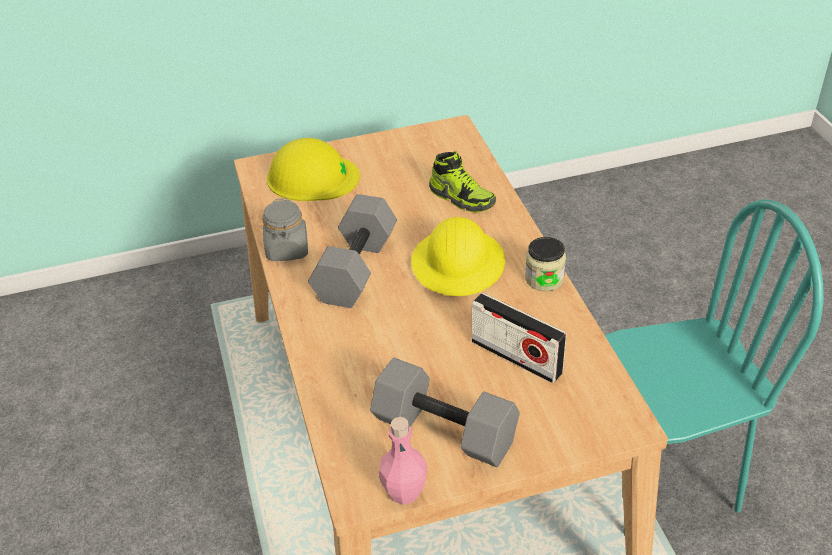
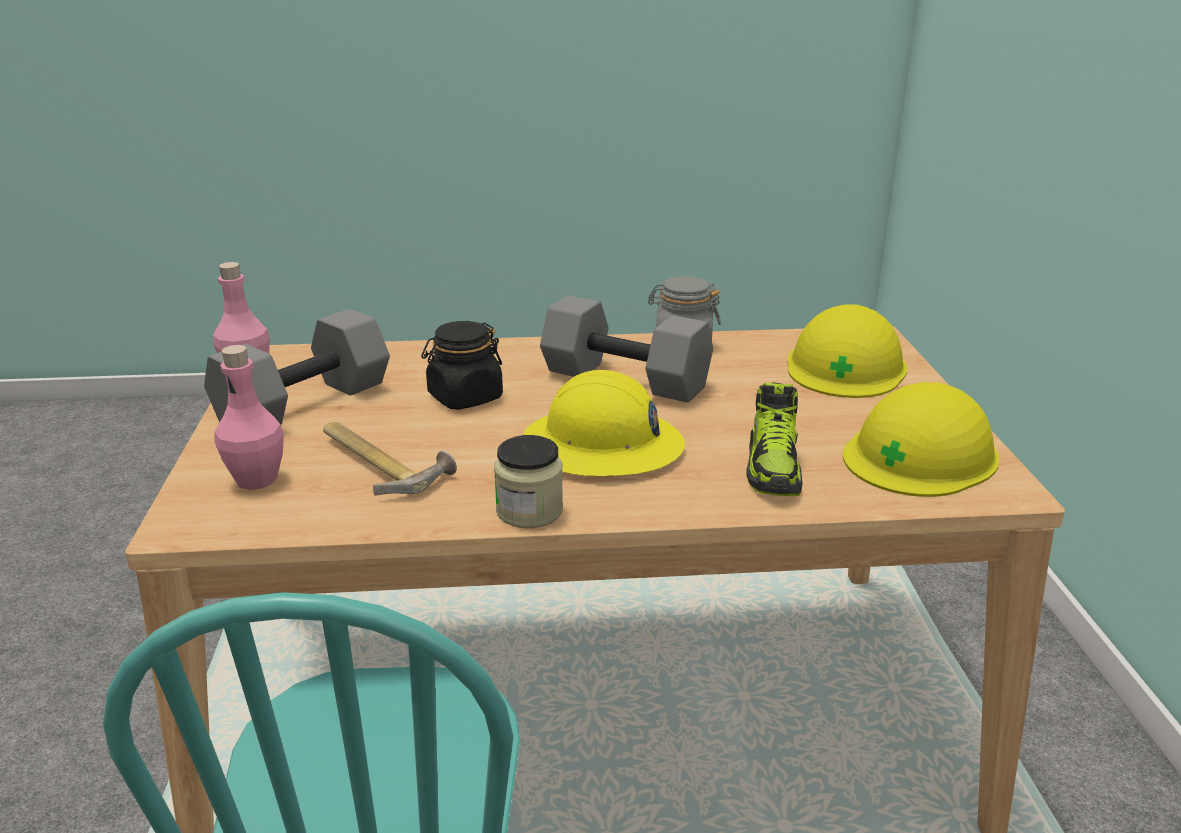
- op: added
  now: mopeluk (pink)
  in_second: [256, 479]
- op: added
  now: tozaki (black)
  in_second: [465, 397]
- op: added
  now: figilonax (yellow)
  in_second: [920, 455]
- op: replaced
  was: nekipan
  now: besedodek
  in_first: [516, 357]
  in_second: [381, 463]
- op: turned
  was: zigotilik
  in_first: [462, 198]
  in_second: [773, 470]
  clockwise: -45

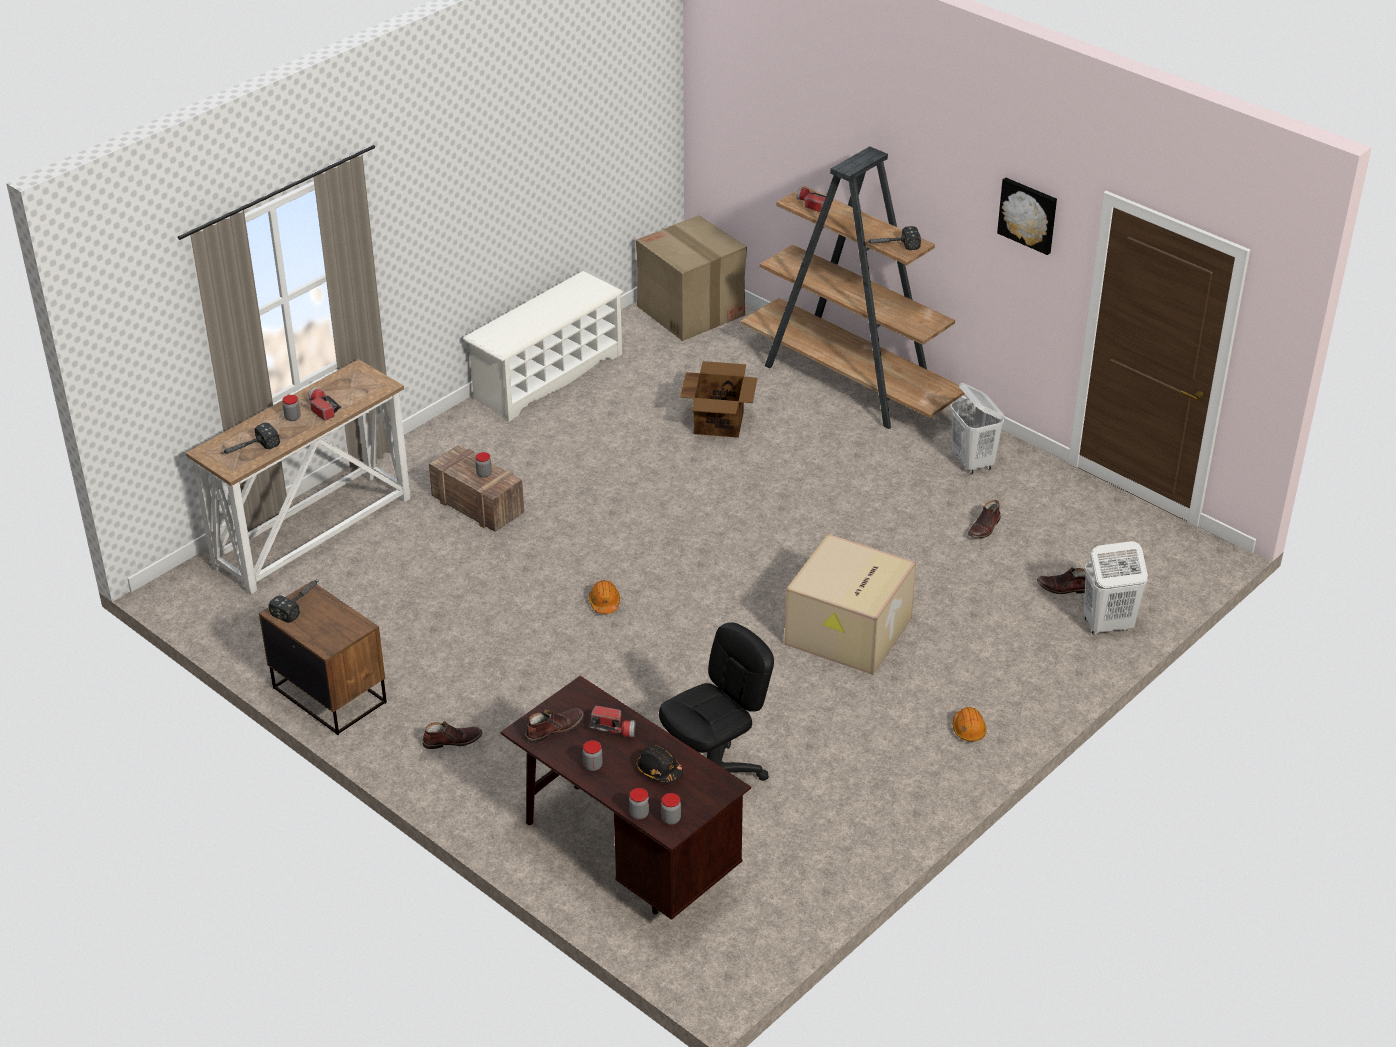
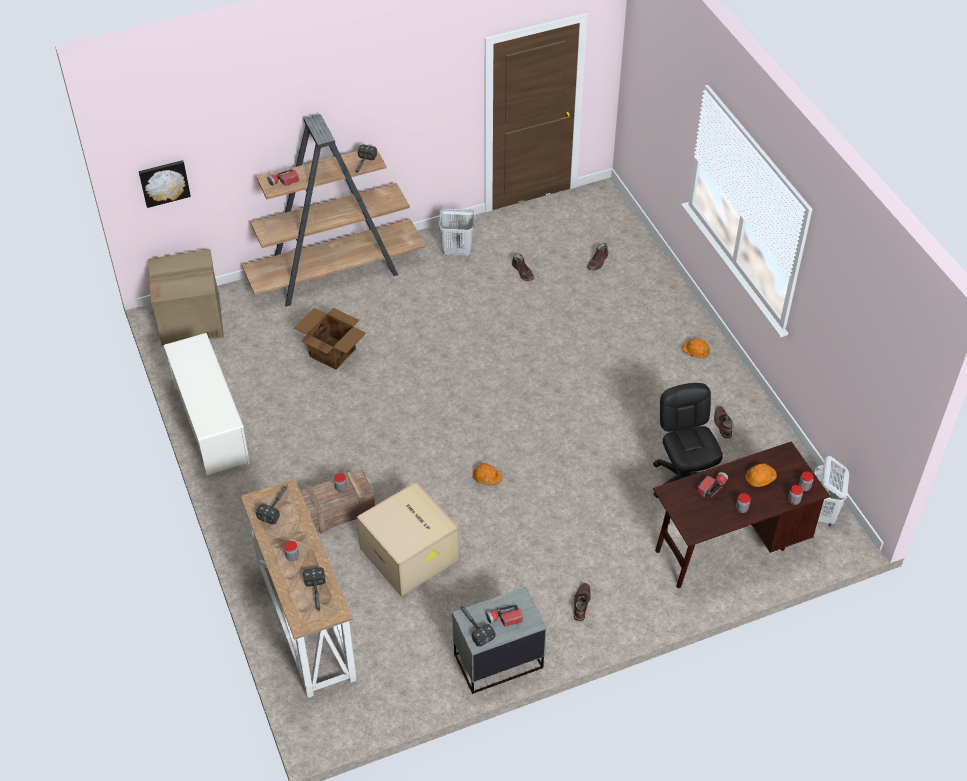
- op: added
  now: besedodek
  in_second: [276, 505]
- op: moved
  was: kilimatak
  in_first: [322, 409]
  in_second: [504, 619]
- op: moved
  was: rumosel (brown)
  in_first: [554, 729]
  in_second: [722, 424]
- op: moved
  was: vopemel
  in_first: [849, 632]
  in_second: [411, 554]
- op: moved
  was: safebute
  in_first: [1028, 215]
  in_second: [164, 182]
- op: moved
  was: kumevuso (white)
  in_first: [1107, 625]
  in_second: [822, 513]
- op: recoloured
  was: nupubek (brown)
  now: nupubek (grey)
  in_first: [330, 694]
  in_second: [497, 661]
- op: recoloured
  was: figilonax (black)
  now: figilonax (orange)
  in_first: [659, 770]
  in_second: [760, 478]

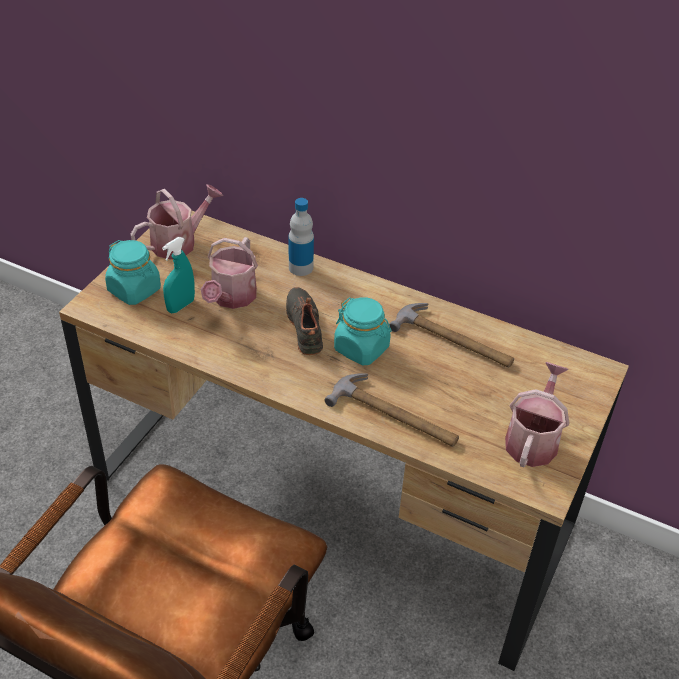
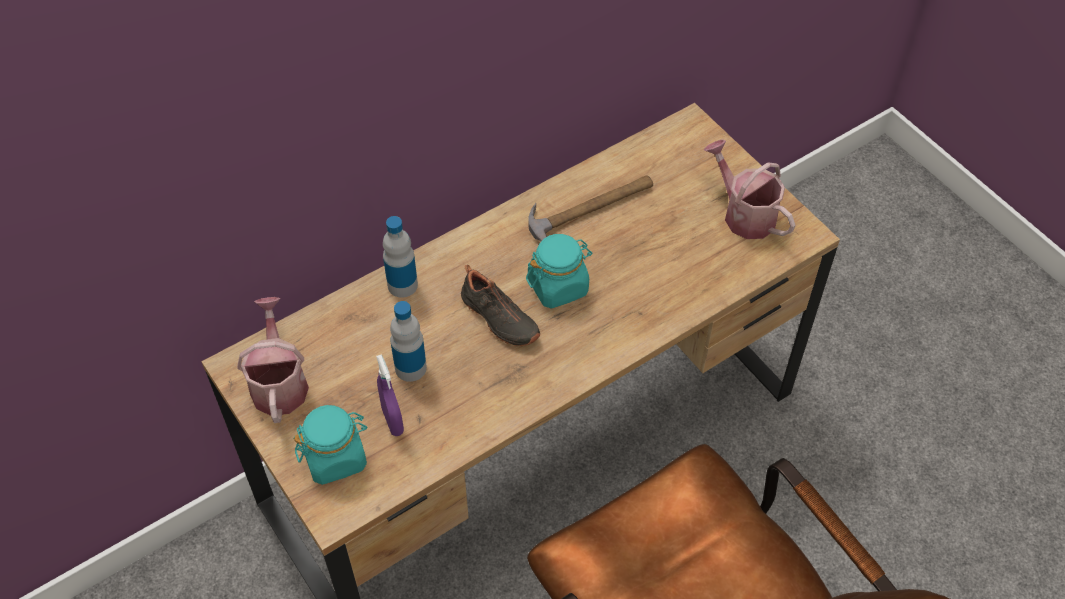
- op: removed
  was: besedodek
  in_first: [395, 416]
- op: replaced
  was: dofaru
  now: mopeluk
  in_first: [231, 298]
  in_second: [410, 368]
- op: recoloured
  was: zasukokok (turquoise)
  now: zasukokok (purple)
  in_first: [180, 306]
  in_second: [393, 421]
- op: turned
  was: zigotilik (black)
  in_first: [306, 326]
  in_second: [498, 319]
  clockwise: -150

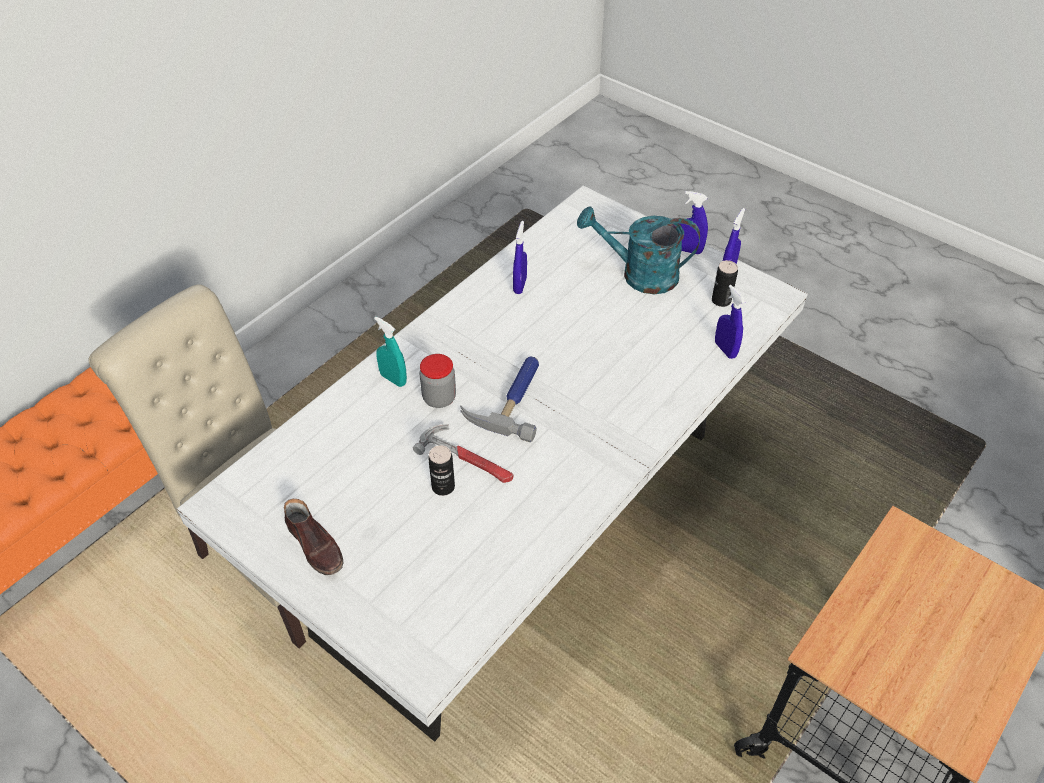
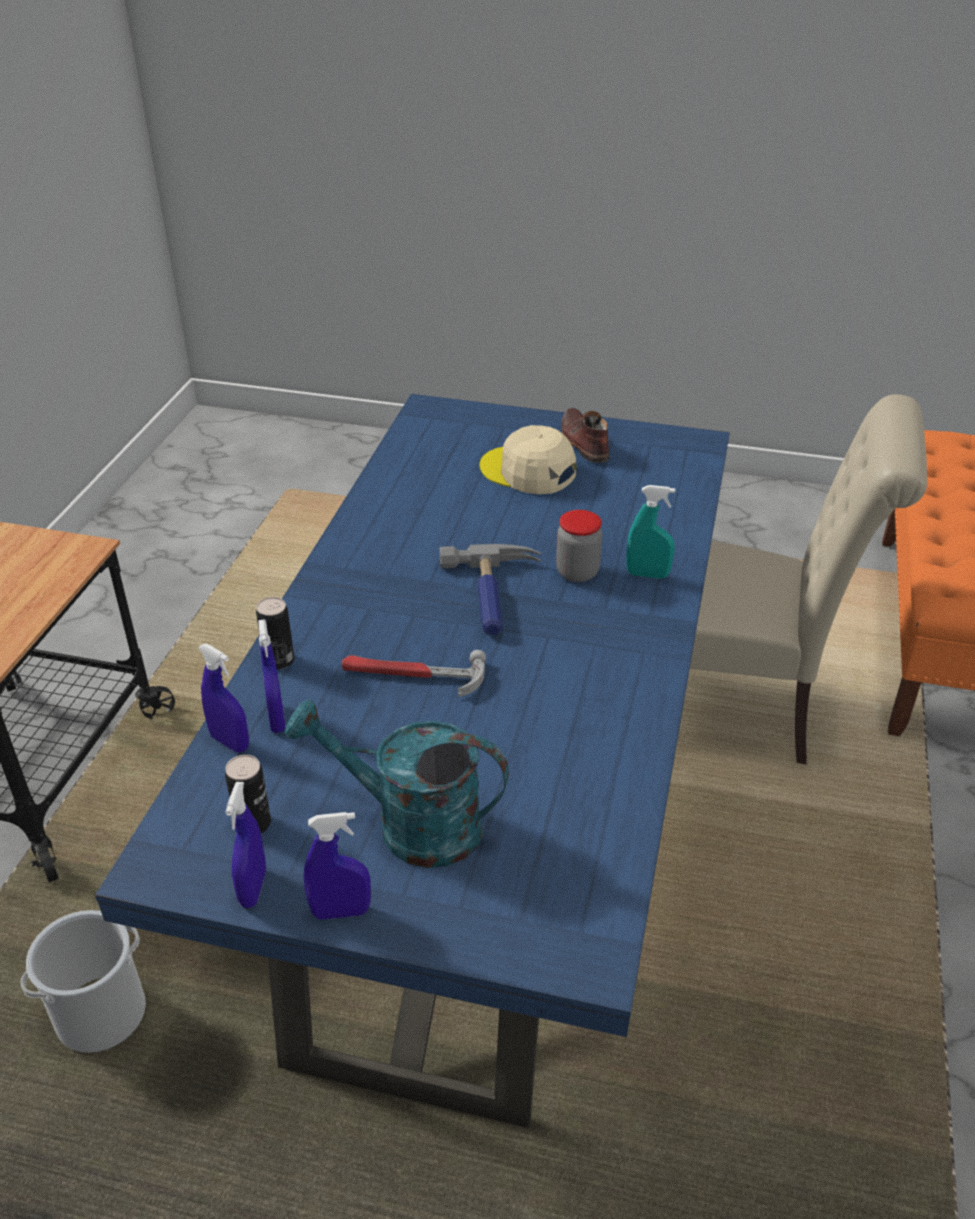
- op: added
  now: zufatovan
  in_second: [101, 1014]
- op: added
  now: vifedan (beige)
  in_second: [528, 471]
- op: moved
  was: besedodek
  in_first: [467, 459]
  in_second: [412, 676]
- op: moved
  was: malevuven
  in_first: [443, 487]
  in_second: [279, 660]
- op: moved
  was: zasukokok (blue)
  in_first: [520, 285]
  in_second: [277, 719]
- op: recoloured
  was: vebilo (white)
  now: vebilo (blue)
  in_first: [522, 528]
  in_second: [488, 832]
- op: turned
  was: zigotilik (brown)
  in_first: [316, 545]
  in_second: [583, 442]
  clockwise: 45
- op: turned
  was: dofaru (turquoise)
  in_first: [639, 275]
  in_second: [410, 825]
  clockwise: -150

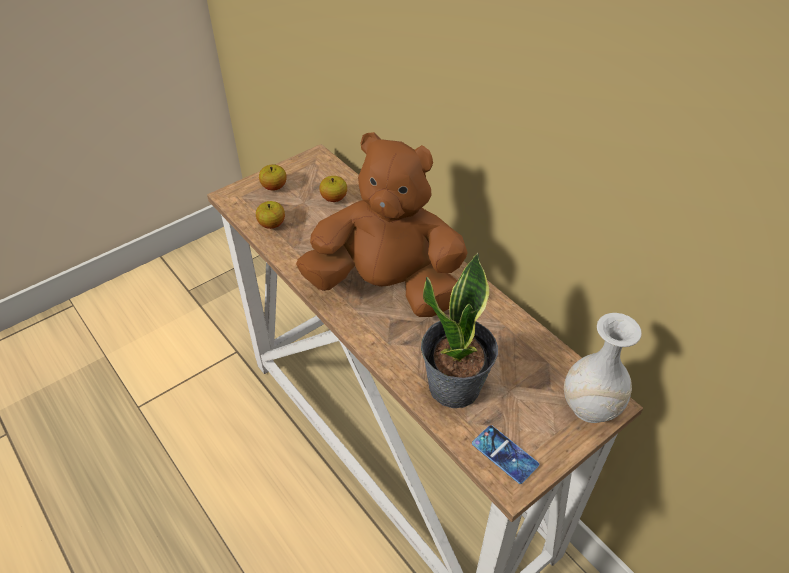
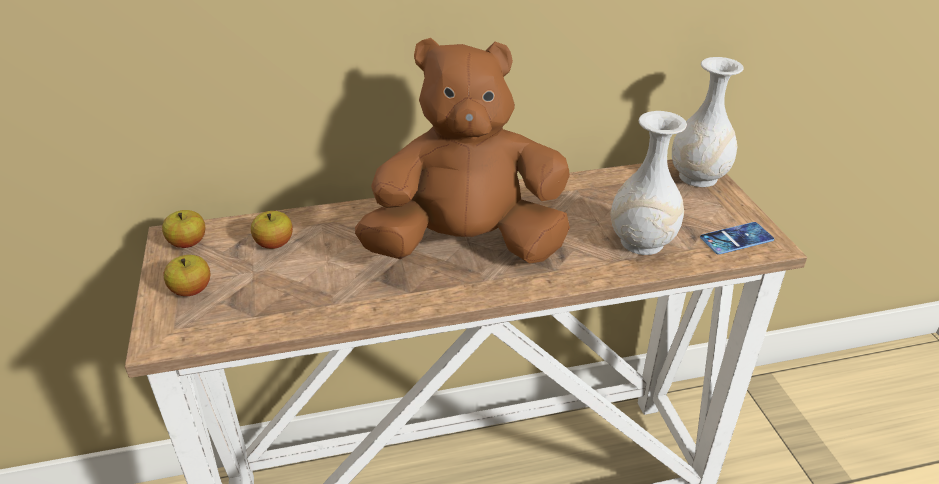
- op: moved
  was: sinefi
  in_first: [272, 224]
  in_second: [188, 243]
- op: replaced
  was: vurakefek
  now: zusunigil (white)
  in_first: [455, 387]
  in_second: [641, 242]
- op: turned
  was: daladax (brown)
  in_first: [387, 286]
  in_second: [467, 246]
  clockwise: 45

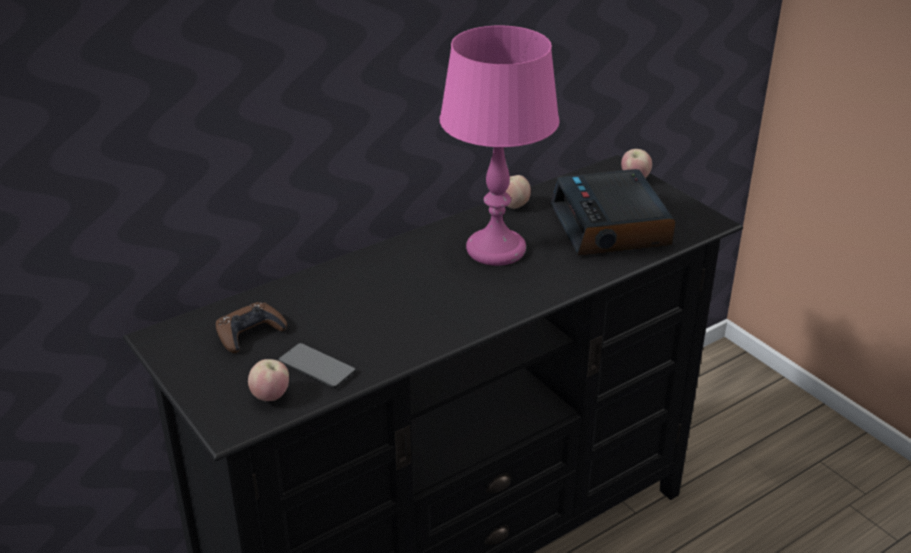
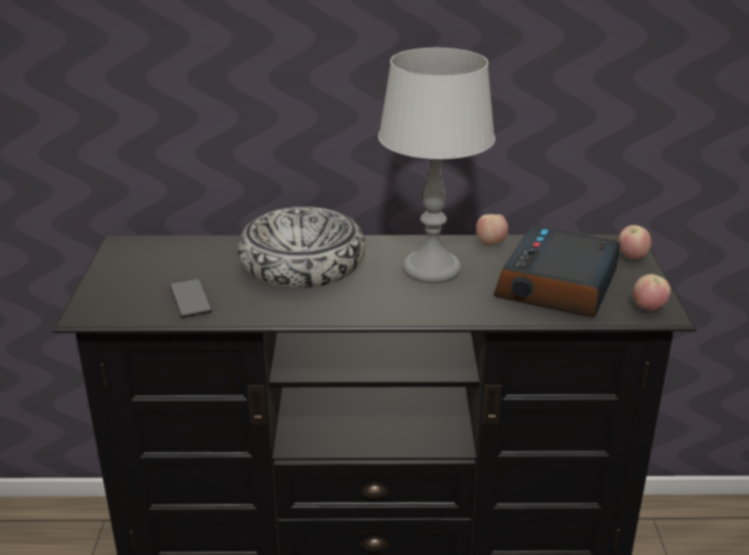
- op: removed
  was: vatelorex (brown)
  in_first: [250, 333]
- op: added
  now: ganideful
  in_second: [302, 265]
- op: moved
  was: sinefi
  in_first: [270, 397]
  in_second: [648, 308]
- op: recoloured
  was: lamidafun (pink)
  now: lamidafun (grey)
  in_first: [496, 250]
  in_second: [432, 270]

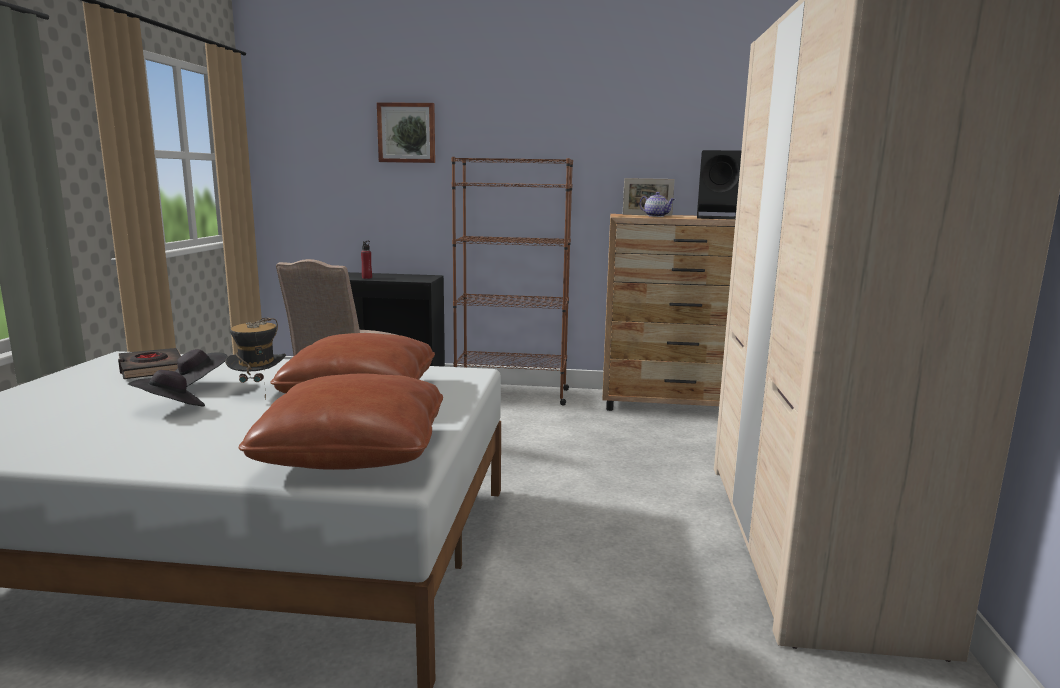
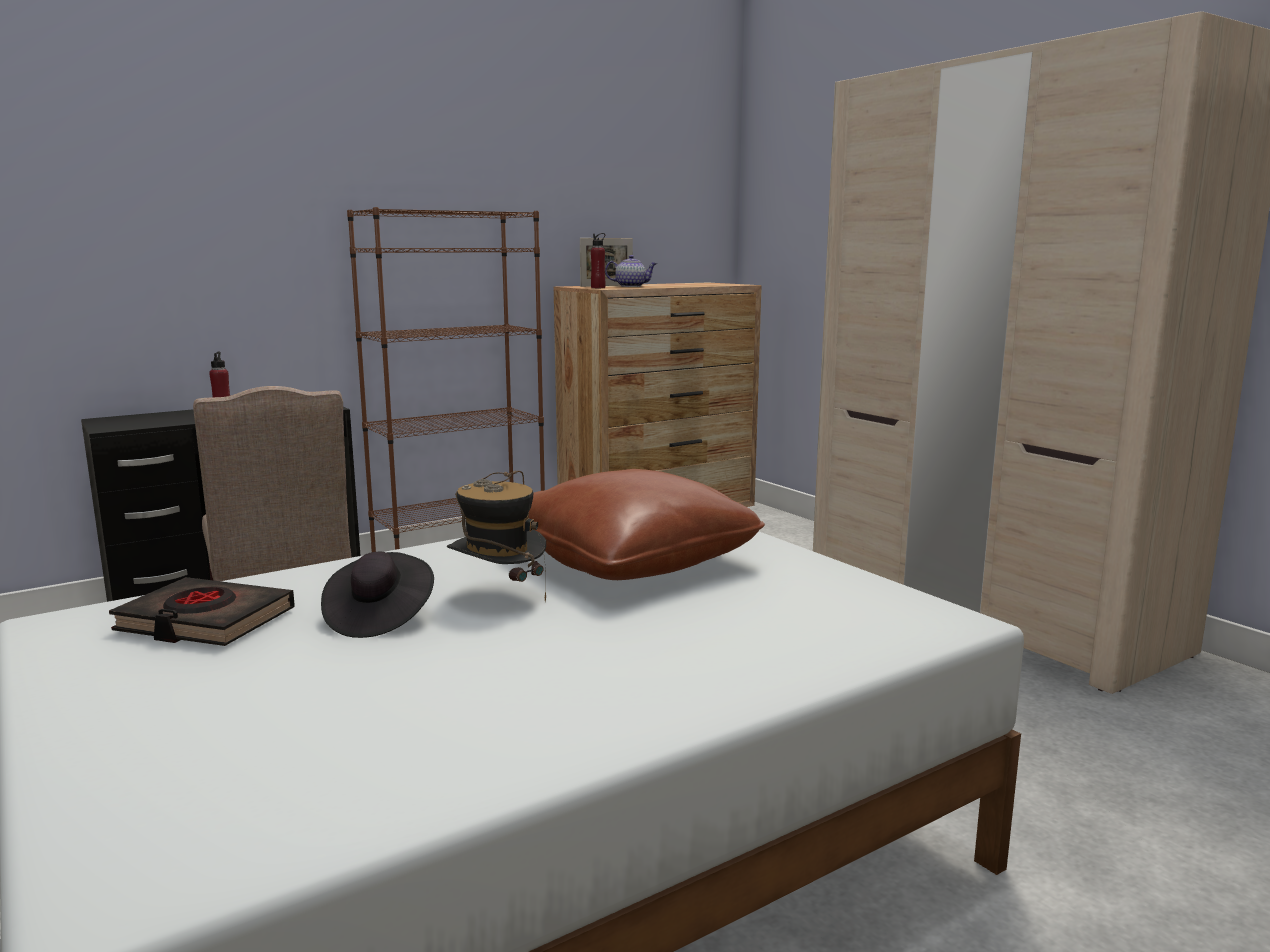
- op: removed
  was: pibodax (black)
  in_first: [170, 409]
- op: removed
  was: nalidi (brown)
  in_first: [354, 452]
- op: removed
  was: safebute
  in_first: [407, 133]
- op: removed
  was: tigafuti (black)
  in_first: [718, 218]
- op: added
  now: mopeluk (red)
  in_second: [598, 288]

